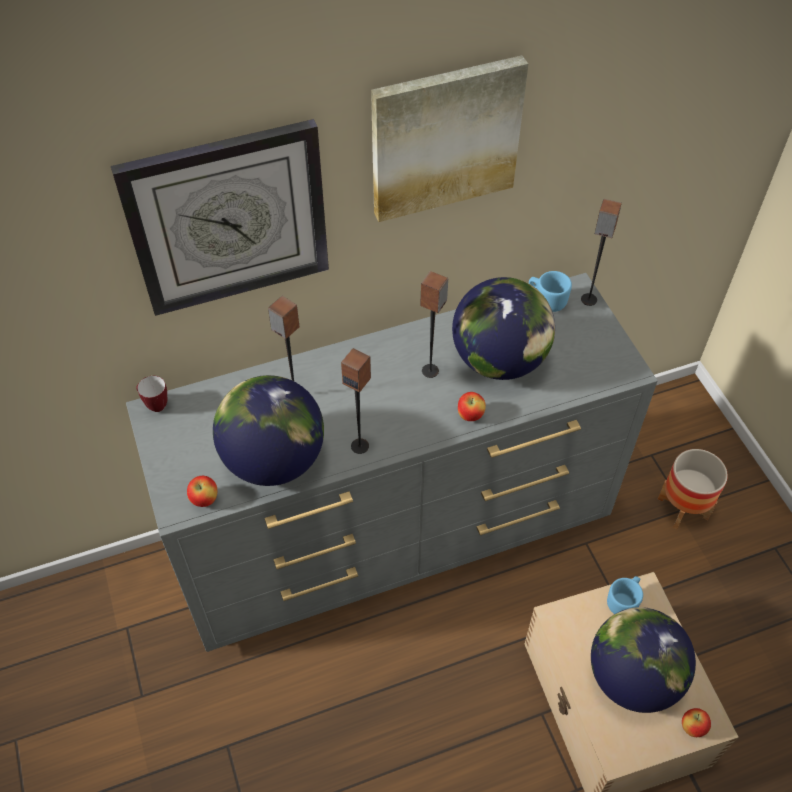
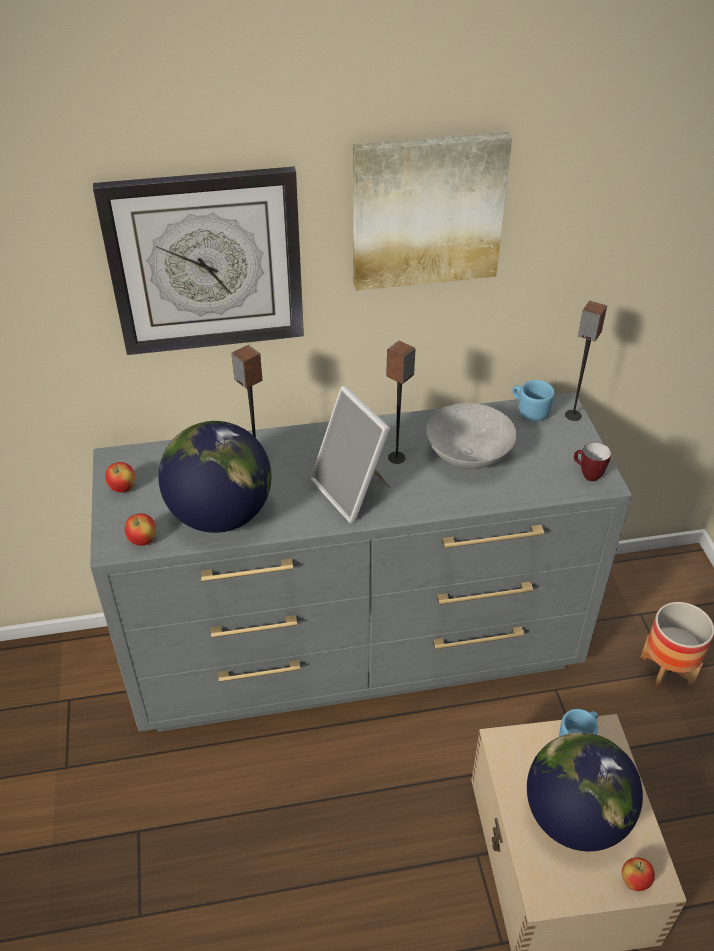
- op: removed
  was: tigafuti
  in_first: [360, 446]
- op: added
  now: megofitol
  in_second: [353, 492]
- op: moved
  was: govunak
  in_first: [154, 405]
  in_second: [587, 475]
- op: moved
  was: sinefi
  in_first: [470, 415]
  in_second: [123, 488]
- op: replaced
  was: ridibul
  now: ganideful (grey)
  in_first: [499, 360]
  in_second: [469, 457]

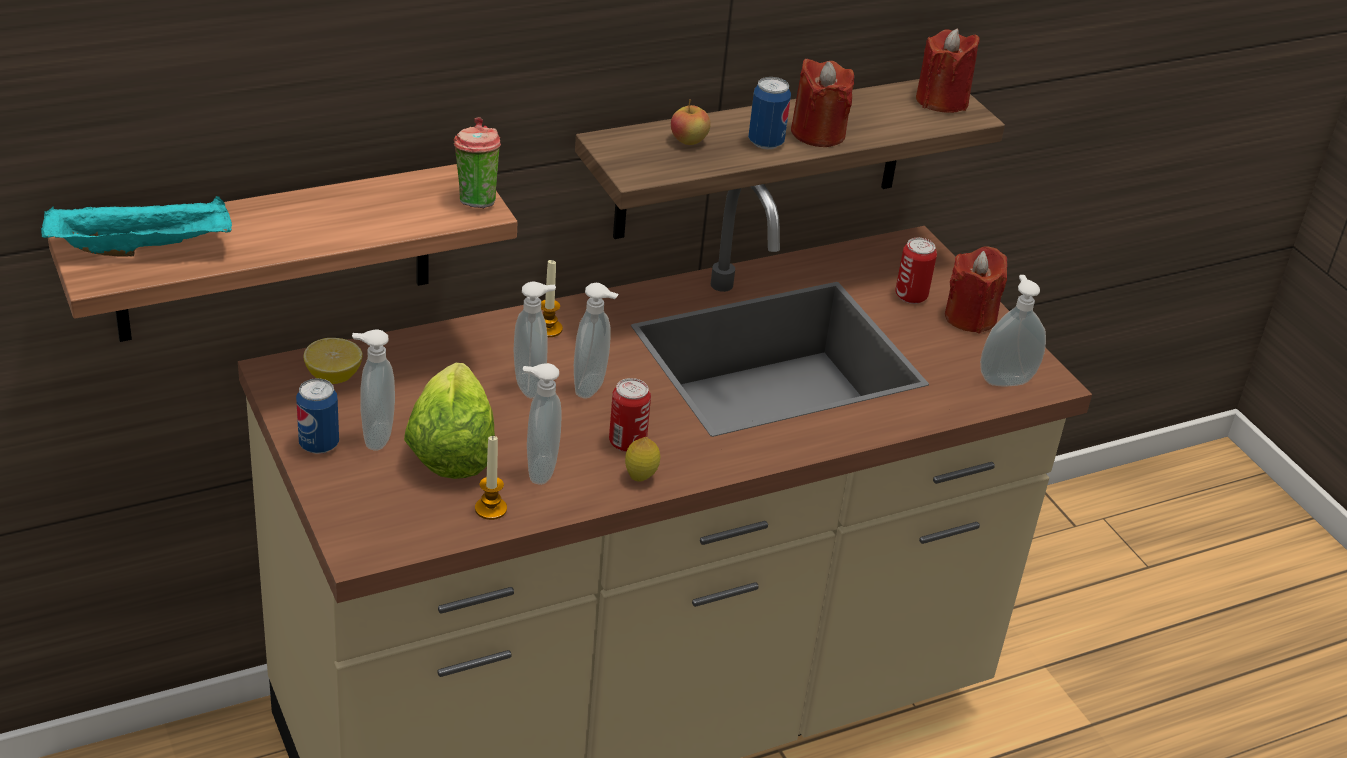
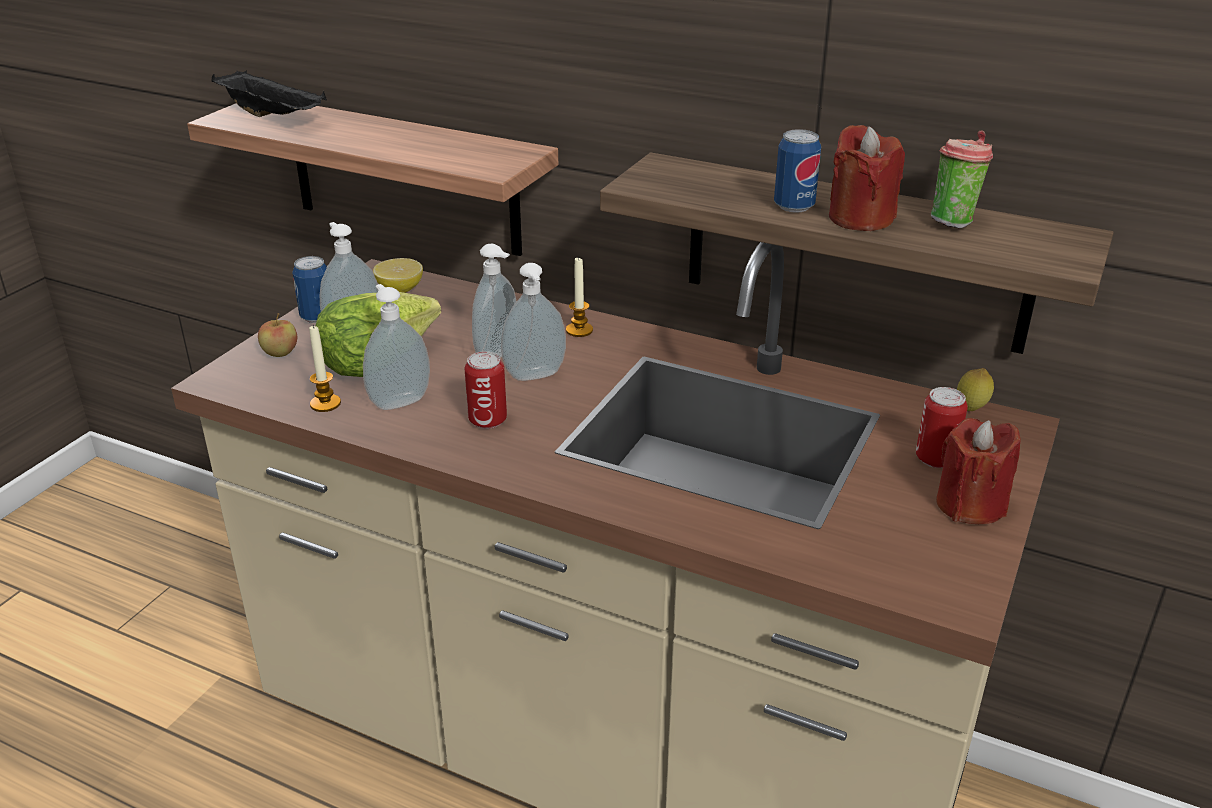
- op: removed
  was: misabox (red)
  in_first: [941, 101]
- op: removed
  was: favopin
  in_first: [1005, 379]
- op: moved
  was: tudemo
  in_first: [475, 199]
  in_second: [953, 221]
- op: moved
  was: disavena
  in_first: [640, 477]
  in_second: [970, 410]
- op: moved
  was: sinefi
  in_first: [688, 141]
  in_second: [280, 353]
- op: recoloured
  was: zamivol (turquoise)
  now: zamivol (black)
  in_first: [144, 248]
  in_second: [273, 116]

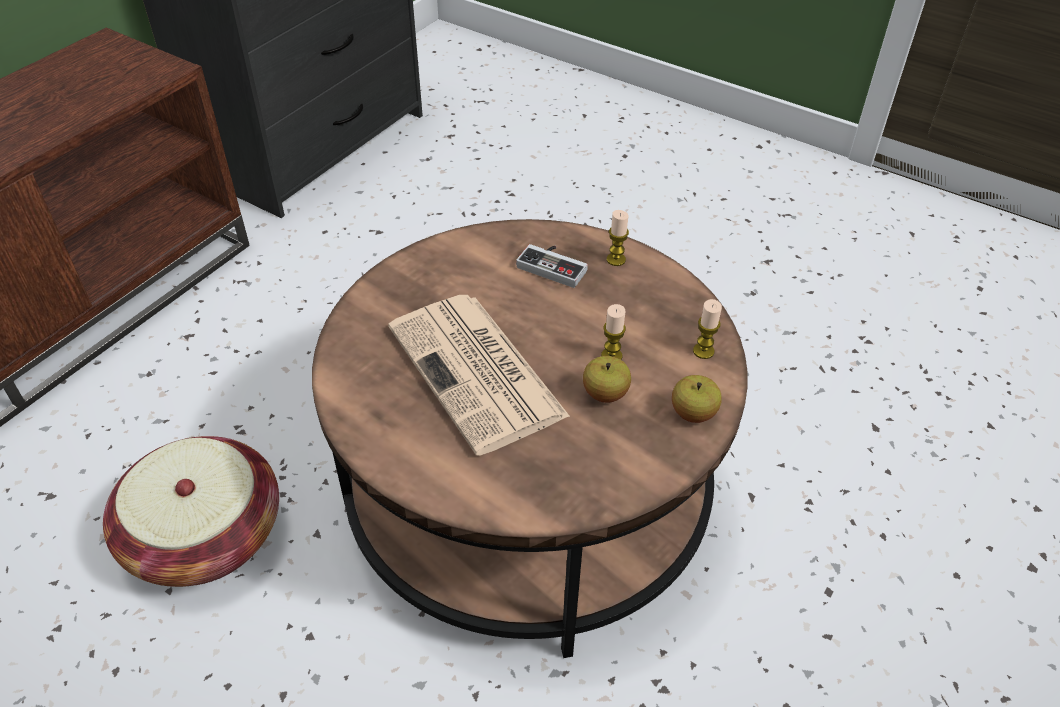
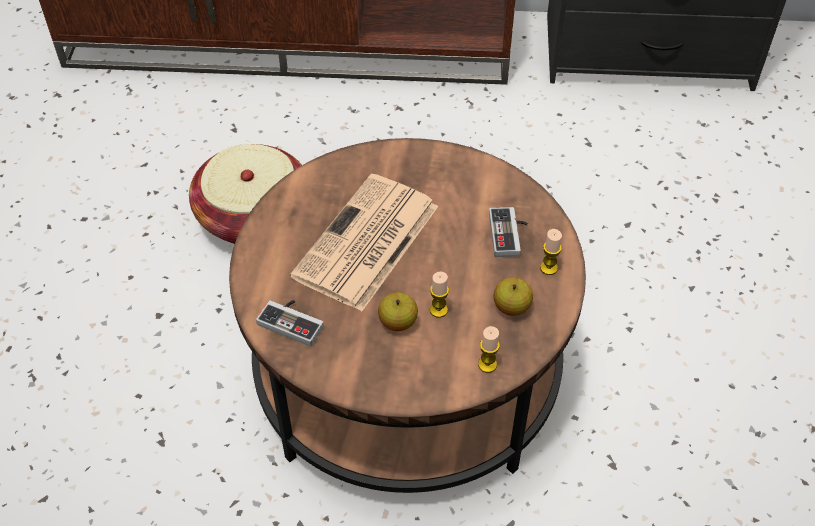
- op: added
  now: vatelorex
  in_second: [293, 321]
- op: moved
  was: sinefi
  in_first: [693, 413]
  in_second: [511, 307]

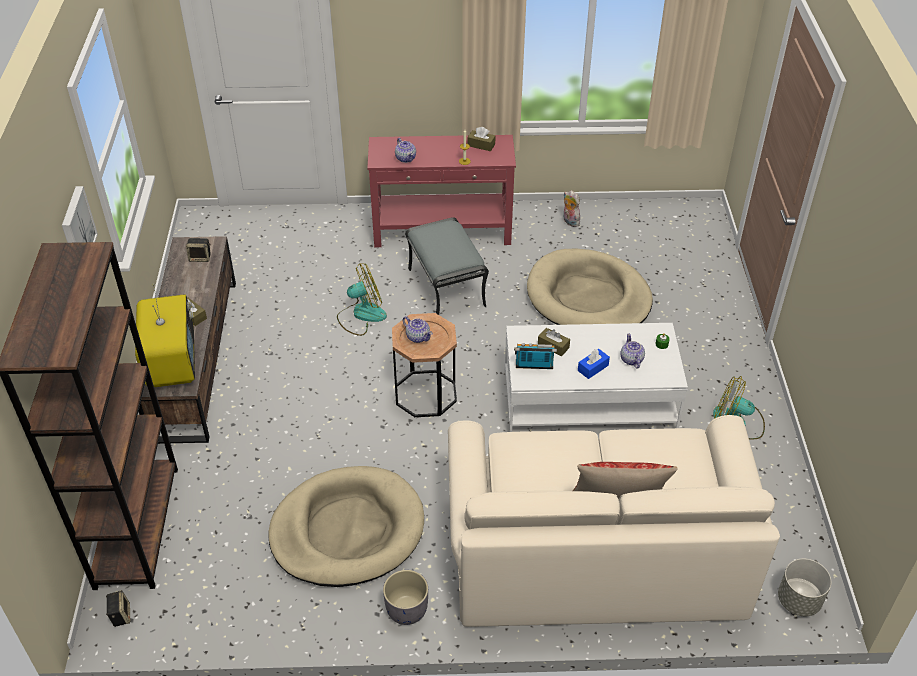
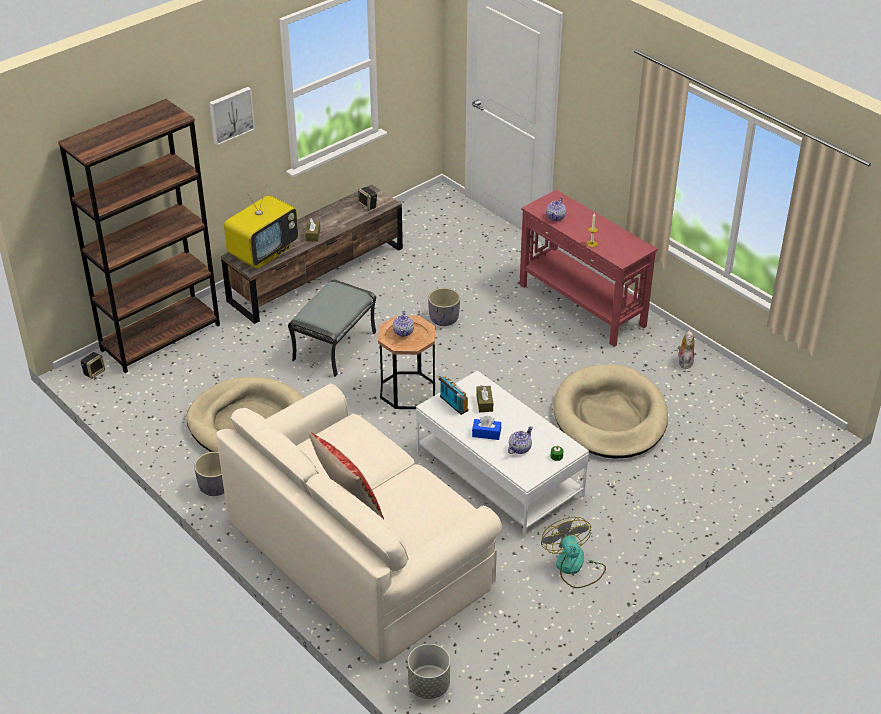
- op: removed
  was: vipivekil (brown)
  in_first: [481, 145]
- op: moved
  was: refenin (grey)
  in_first: [445, 287]
  in_second: [334, 345]
- op: replaced
  was: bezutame
  now: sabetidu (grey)
  in_first: [361, 315]
  in_second: [444, 319]

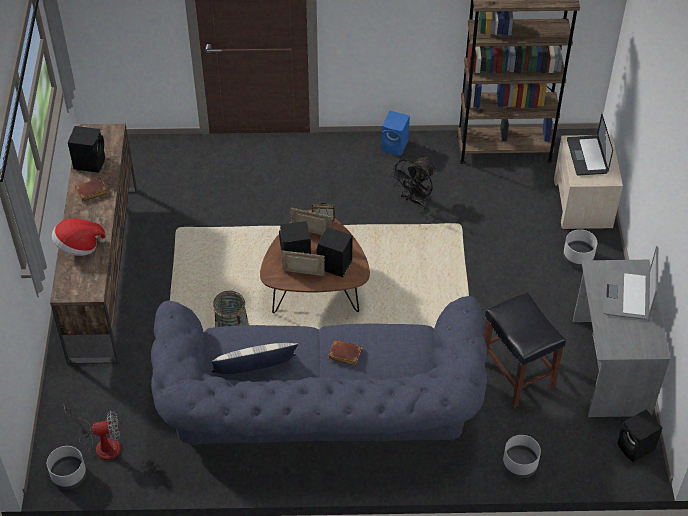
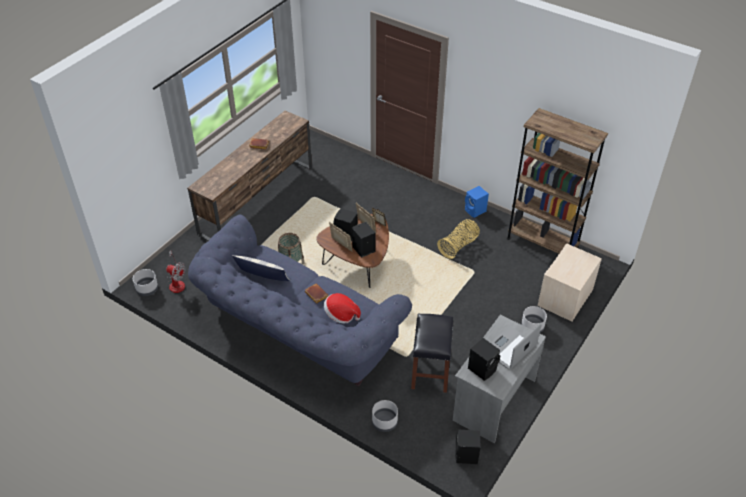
- op: removed
  was: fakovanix
  in_first: [587, 156]
- op: moved
  was: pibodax
  in_first: [78, 246]
  in_second: [341, 315]
- op: moved
  was: tigafuti (black)
  in_first: [90, 162]
  in_second: [483, 368]
- op: replaced
  was: bezutame (black)
  now: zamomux
  in_first: [414, 201]
  in_second: [459, 245]

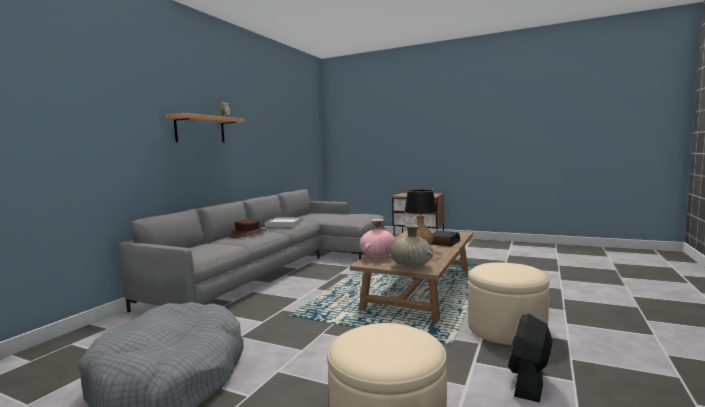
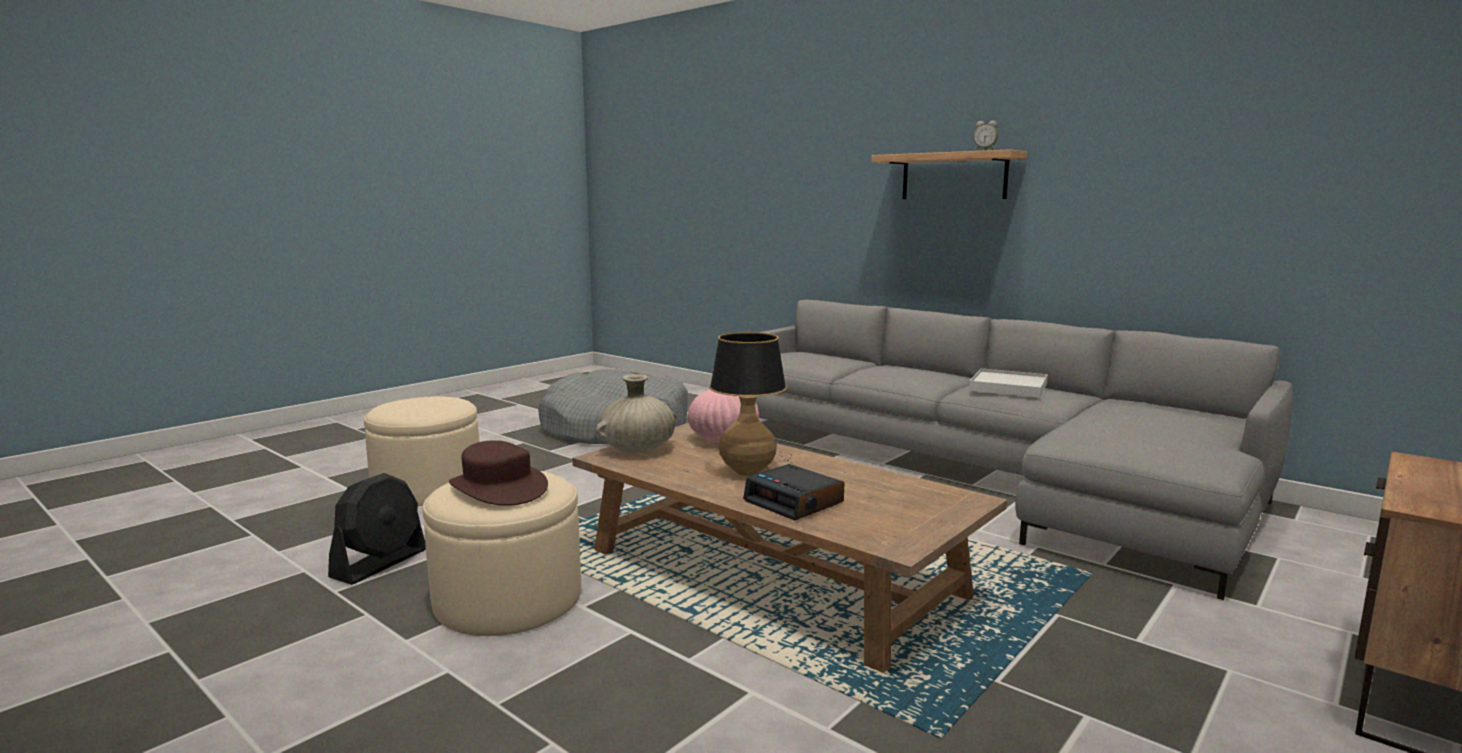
- op: moved
  was: pibodax (brown)
  in_first: [247, 234]
  in_second: [498, 488]
- op: turned
  was: bezutame (black)
  in_first: [528, 382]
  in_second: [380, 563]
  clockwise: 75

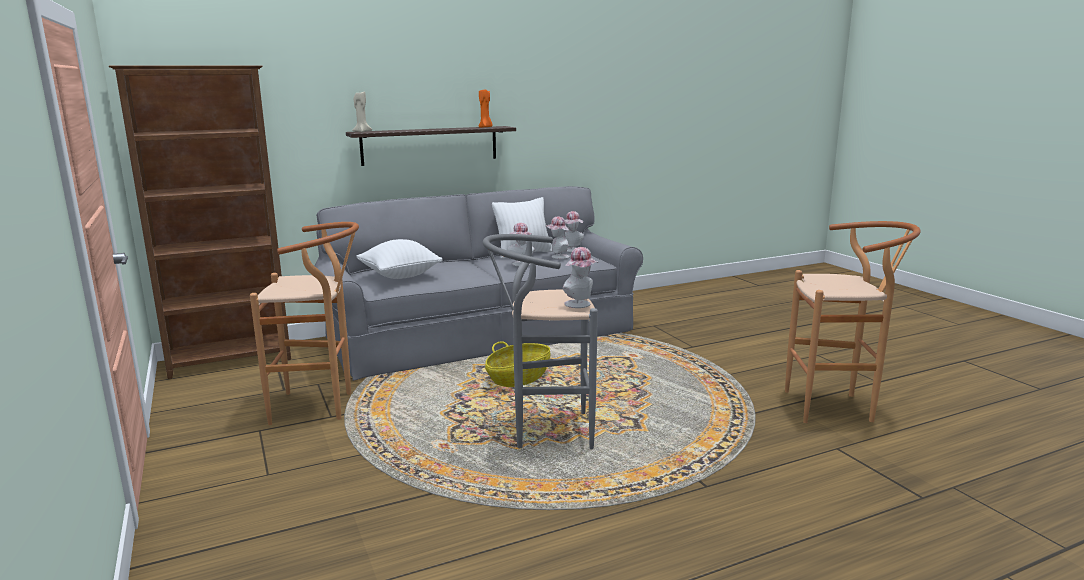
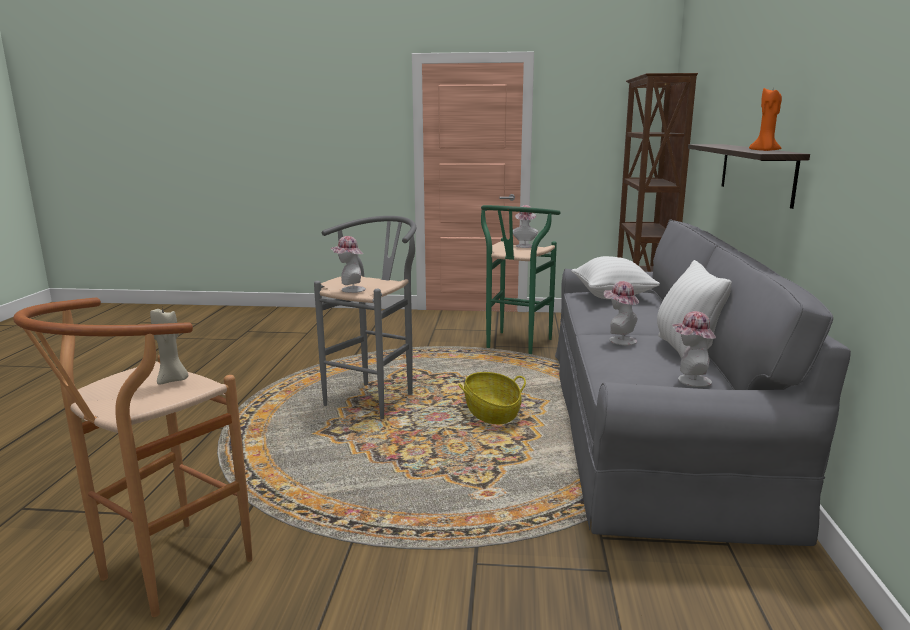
- op: moved
  was: misabox (beige)
  in_first: [362, 132]
  in_second: [173, 380]
- op: moved
  was: pibodax
  in_first: [558, 257]
  in_second: [524, 245]
- op: recoloured
  was: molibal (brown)
  now: molibal (green)
  in_first: [321, 407]
  in_second: [515, 345]

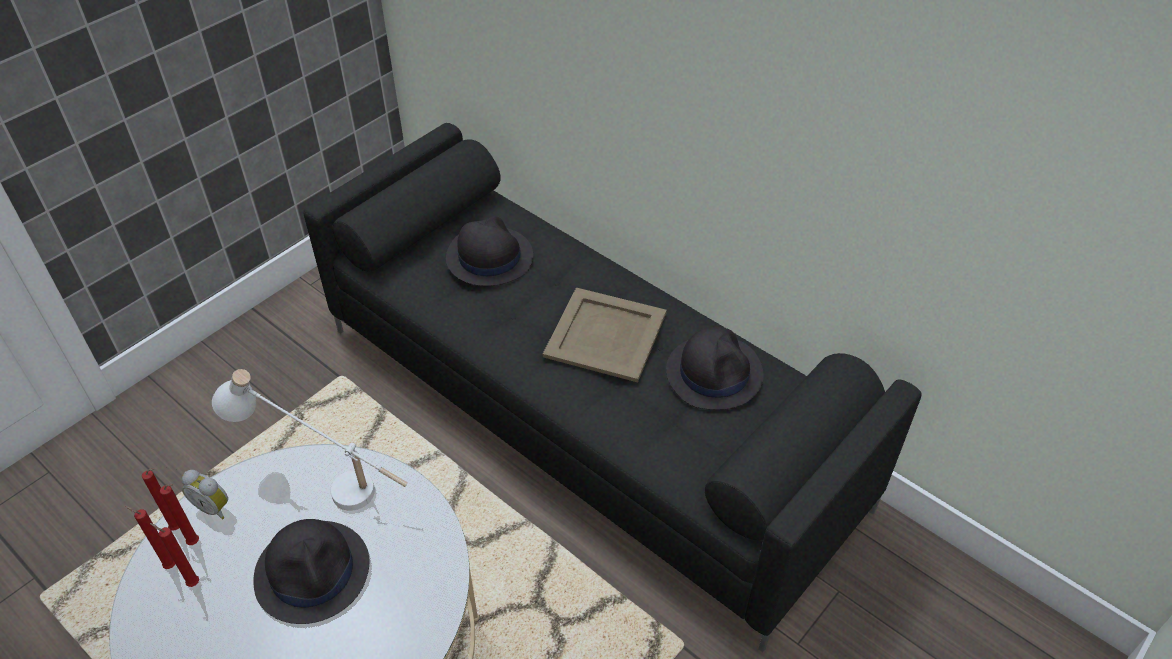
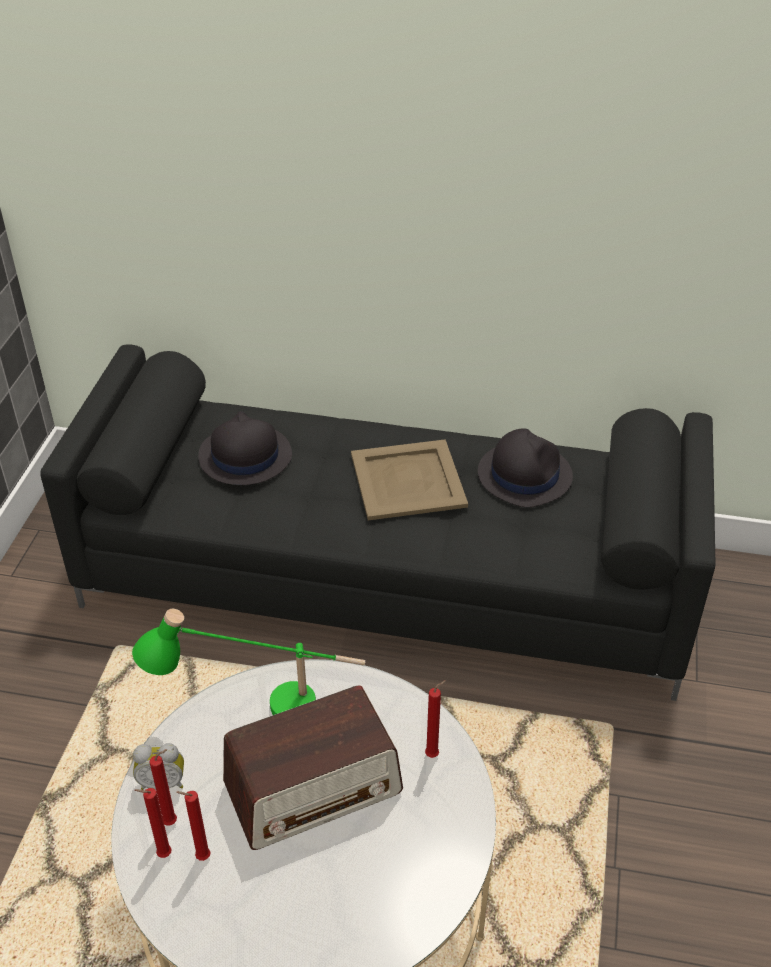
- op: moved
  was: misabox (red)
  in_first: [178, 528]
  in_second: [434, 754]
- op: replaced
  was: pibodax (black)
  now: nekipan
  in_first: [313, 571]
  in_second: [314, 788]
- op: recoloured
  was: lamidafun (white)
  now: lamidafun (green)
  in_first: [325, 483]
  in_second: [258, 709]

